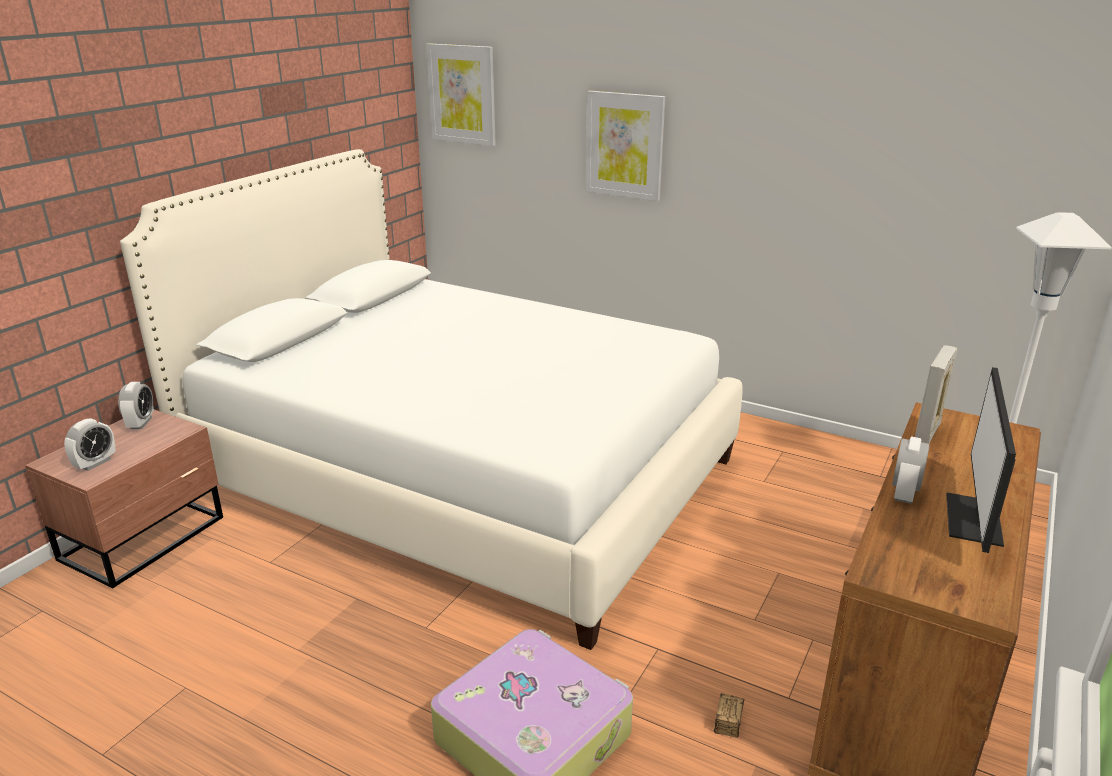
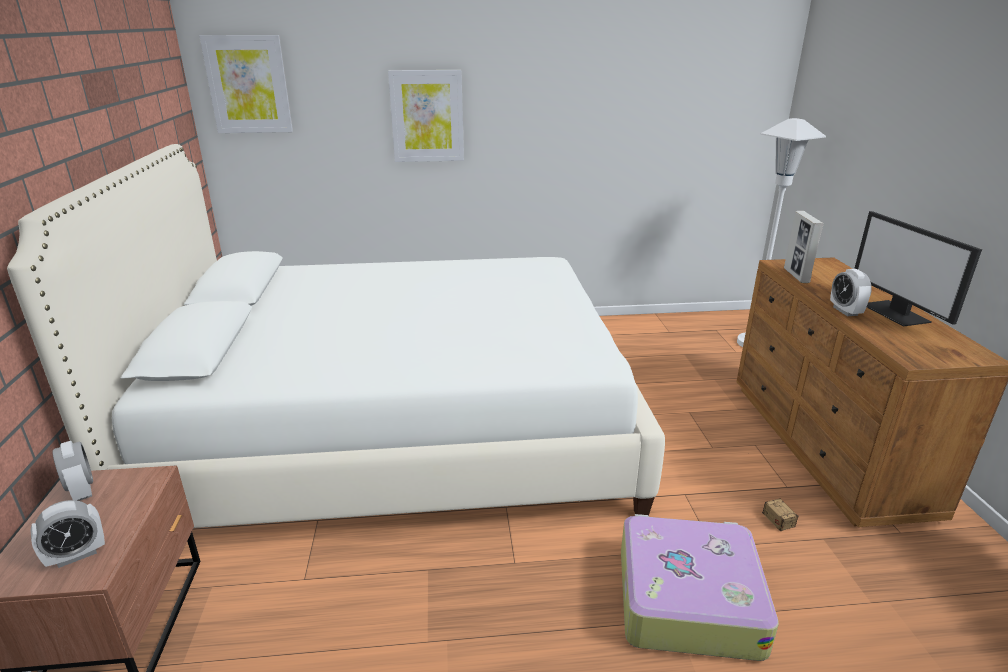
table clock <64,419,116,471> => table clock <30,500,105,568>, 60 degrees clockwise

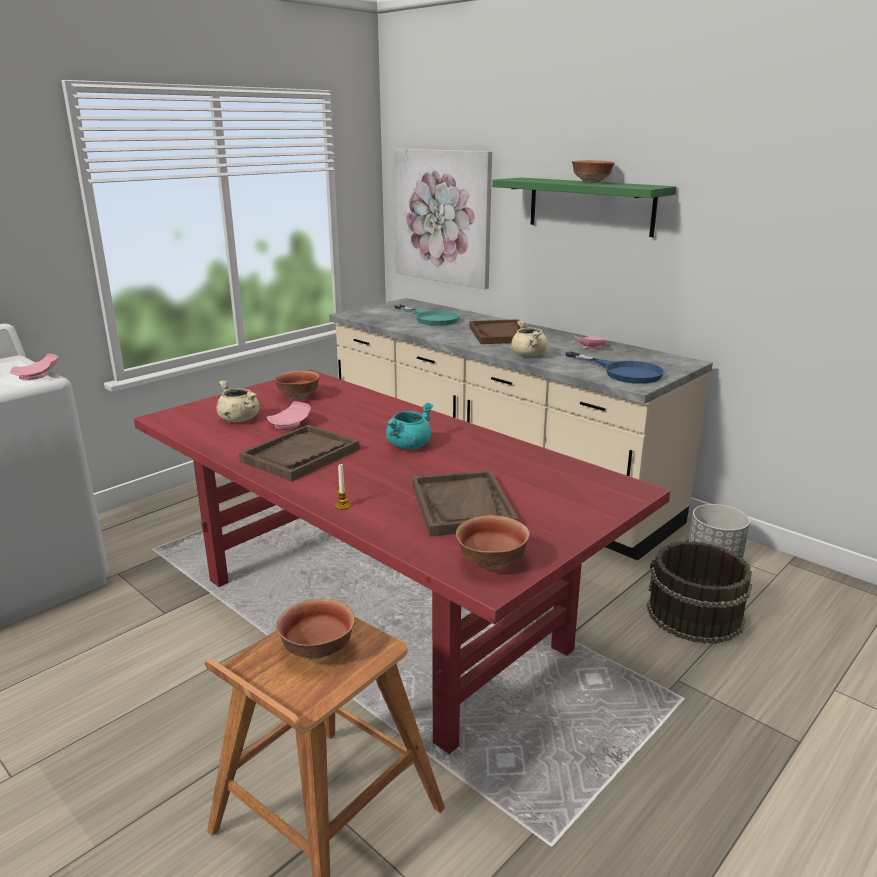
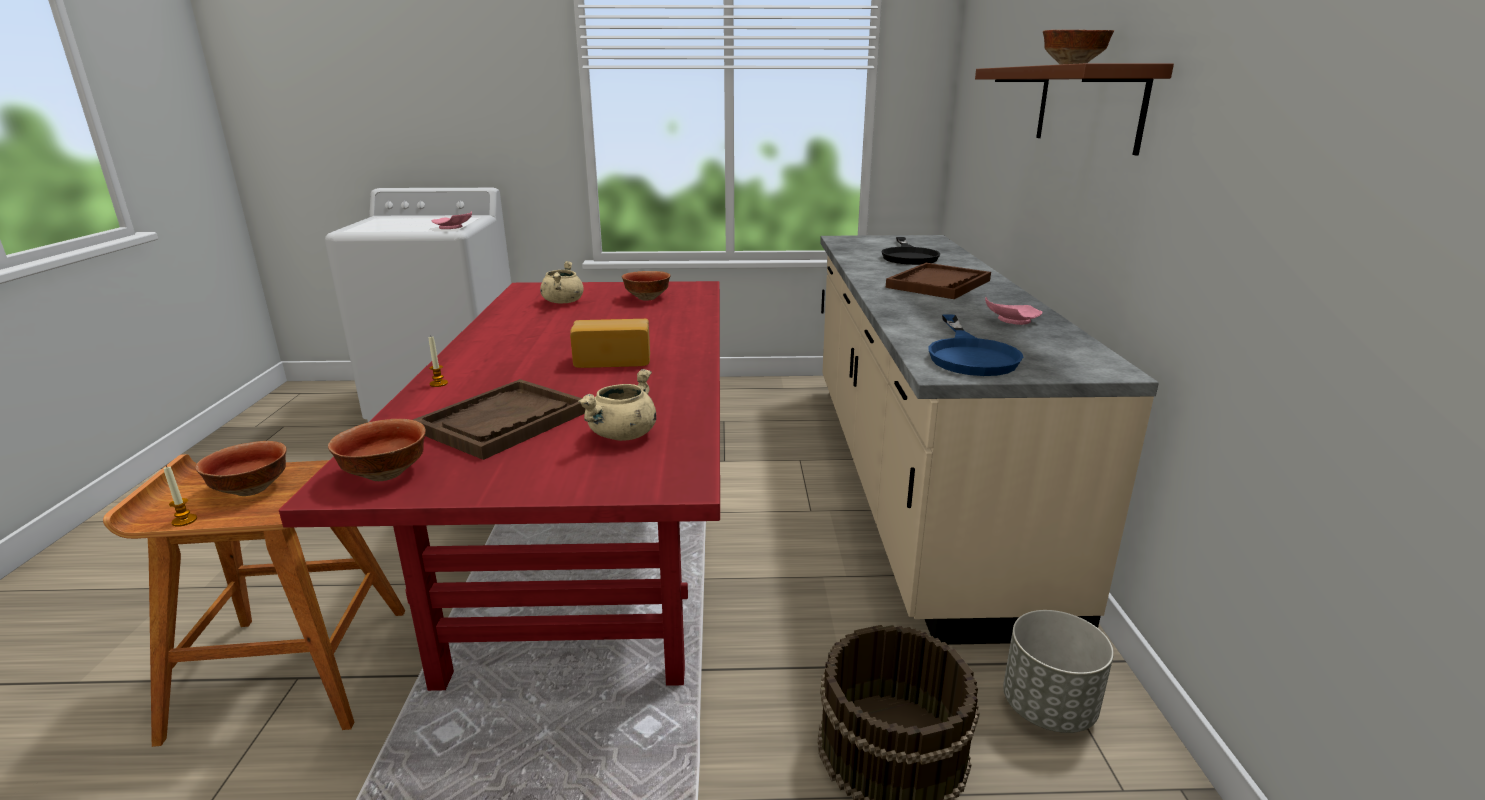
brownish tray <239,425,360,481> => nothing
pink-coloured flat dish <267,402,311,429> => nothing
blue-green stockpot <386,403,433,449> => bakery bread <570,319,650,368>
wall art <393,149,492,289> => nothing
blue-green skillet <394,305,460,326> => blackish skillet <882,237,940,265>
greenish shelf <492,177,677,237> => brownish shelf <975,63,1174,156>
beige stockpot <511,320,548,356> => beige stockpot <578,369,656,441>, move
nothing => candle <163,465,197,527>

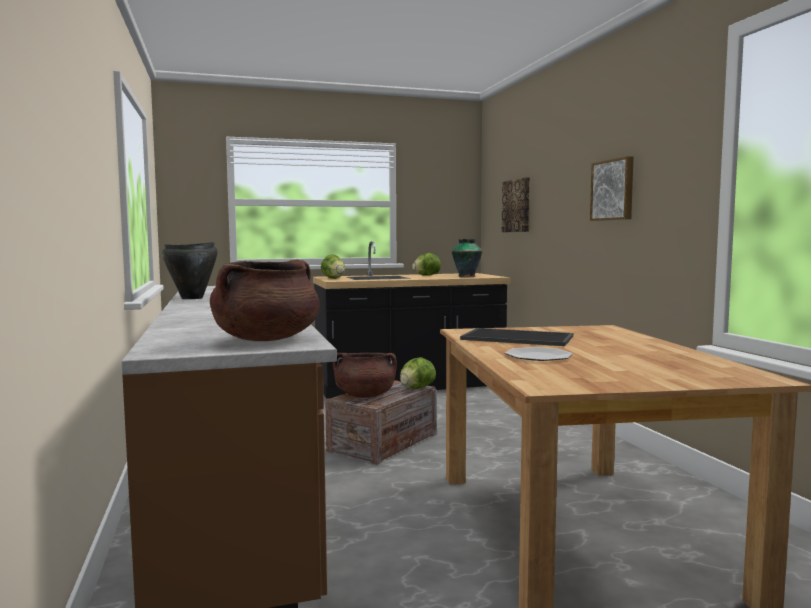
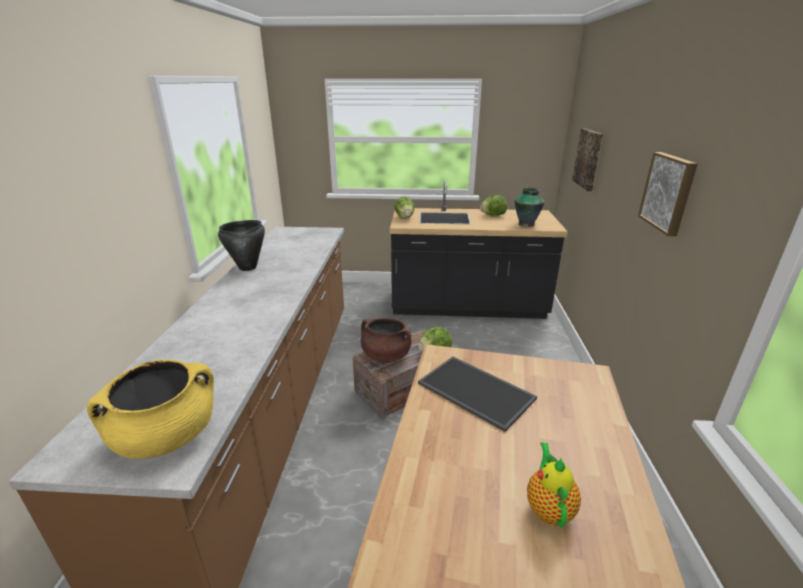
brownish stockpot <210,260,319,341> => yellow stockpot <87,360,214,459>
flat dish <505,347,573,361> => nothing
nothing => tea pot <527,443,581,528>

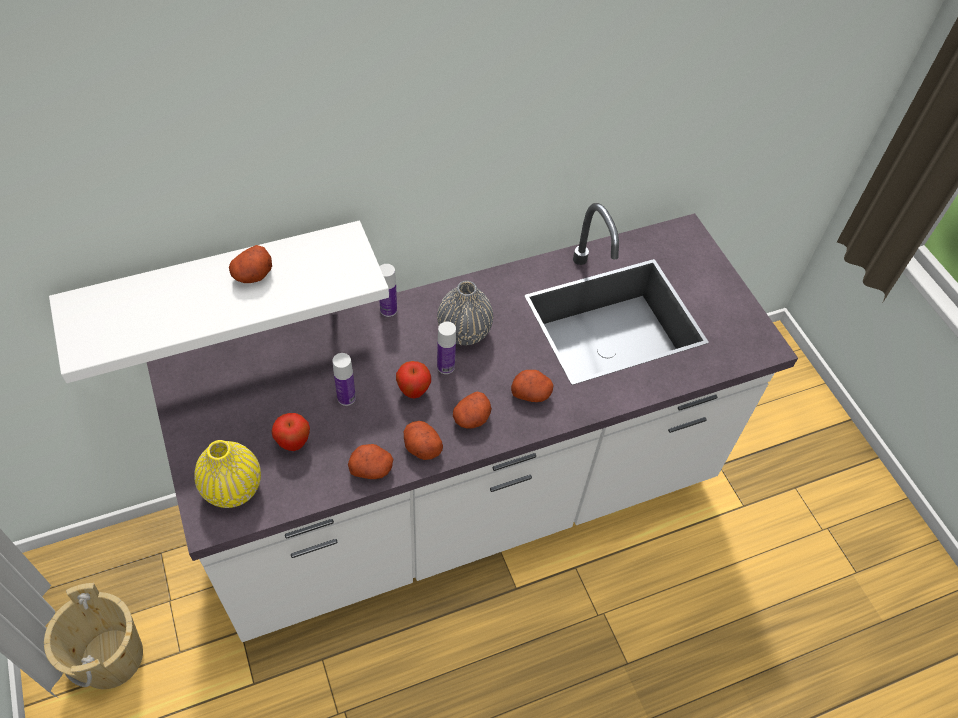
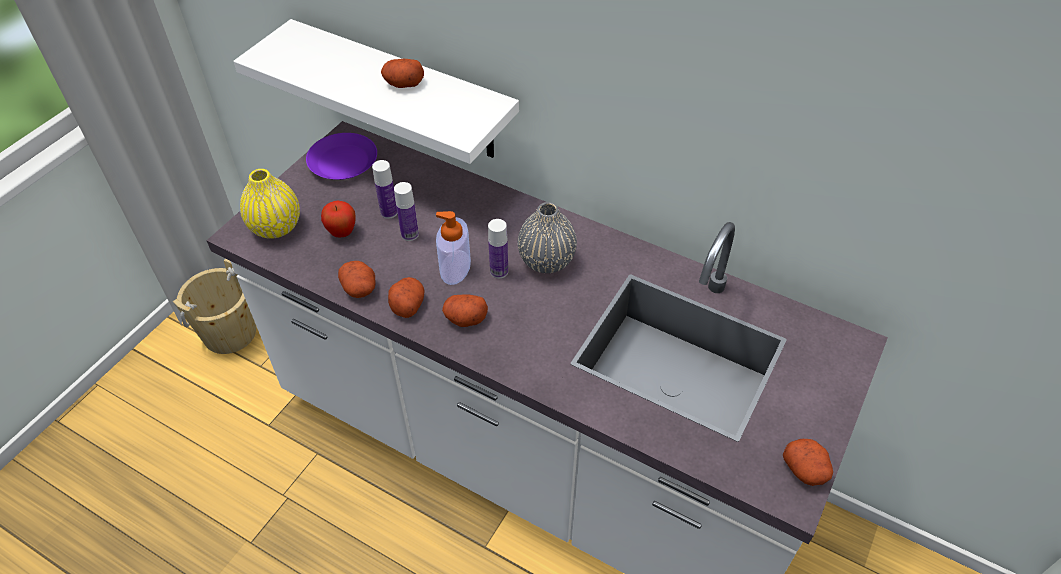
drink bottle <379,264,397,317> => drink bottle <372,160,397,219>, move
apple fruit <396,361,431,398> => soap dispenser <436,211,471,285>
whole potato <511,370,554,402> => whole potato <783,439,833,486>, move
nothing => purple flat dish <306,133,377,180>

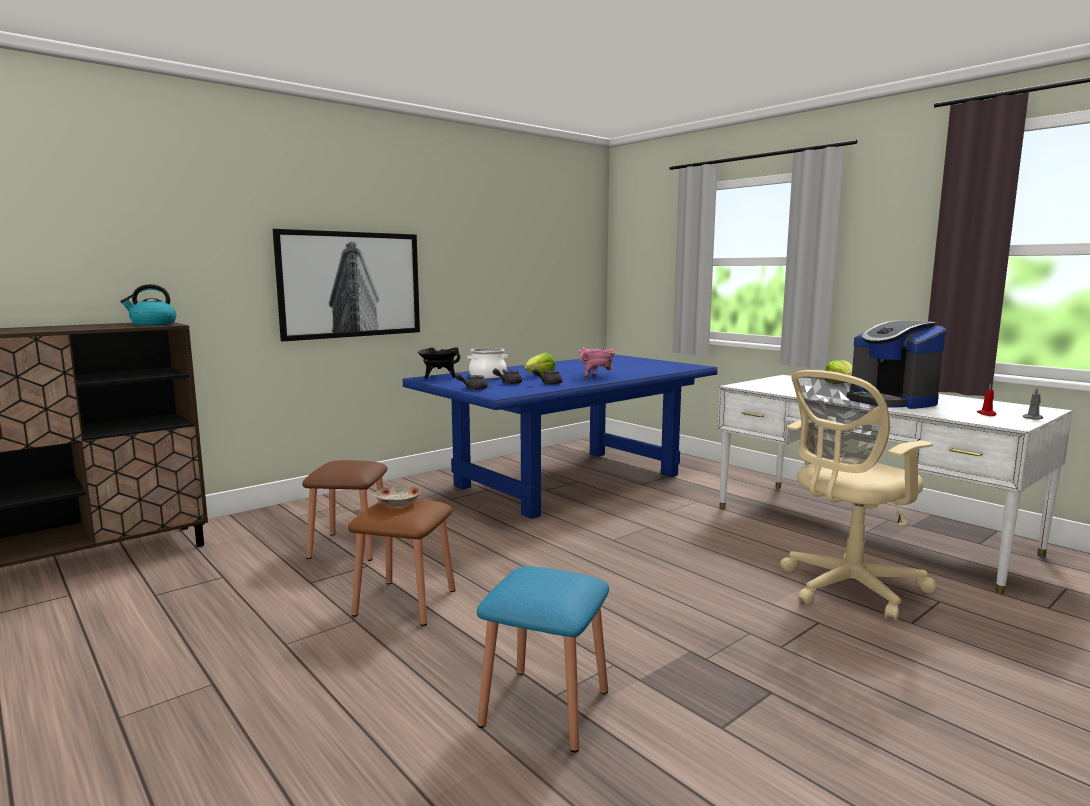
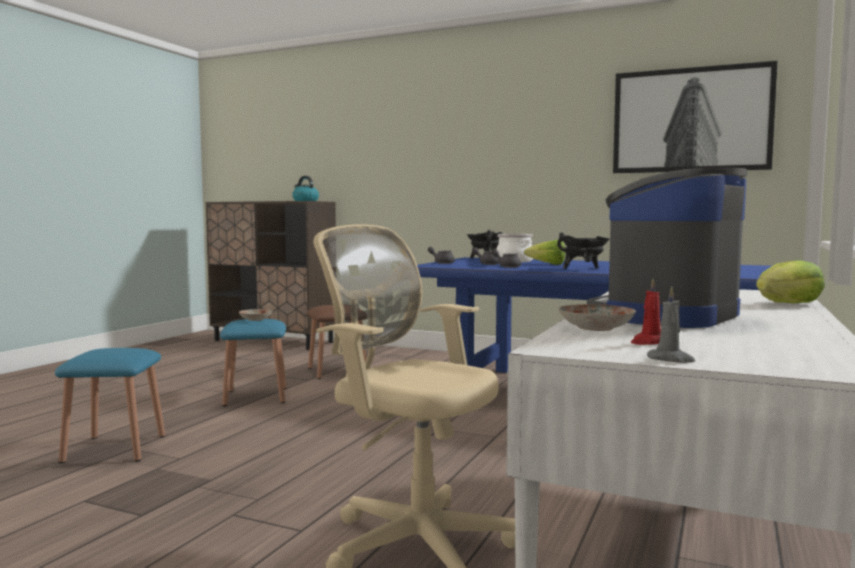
wall art <273,229,420,342> => wall art <613,61,778,173>, move
brownish sitting stool <348,499,455,626> => blue sitting stool <220,319,286,406>
pink-coloured stockpot <578,347,615,378> => blackish stockpot <557,232,609,269>
nothing => flat dish <558,304,636,331>

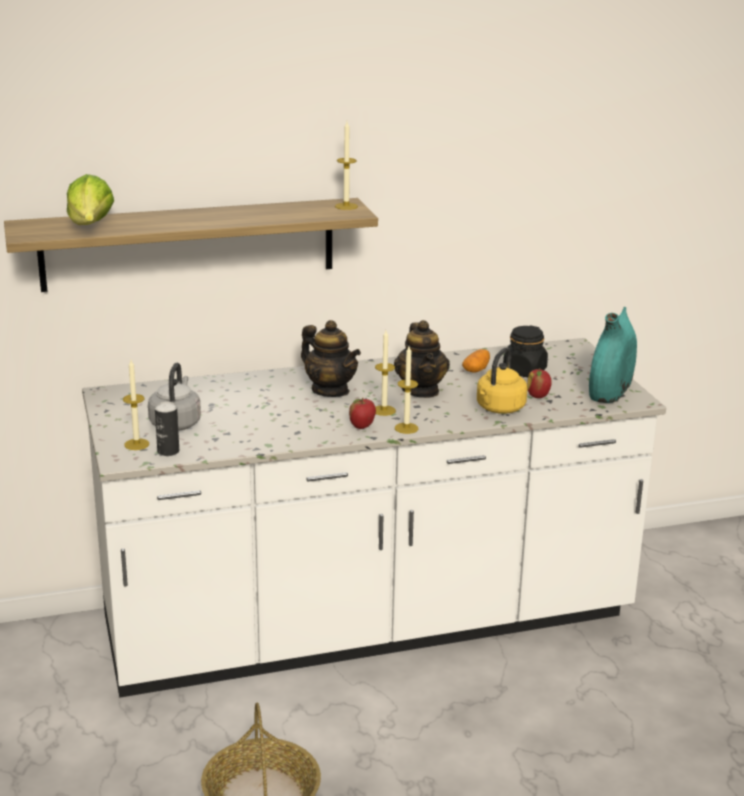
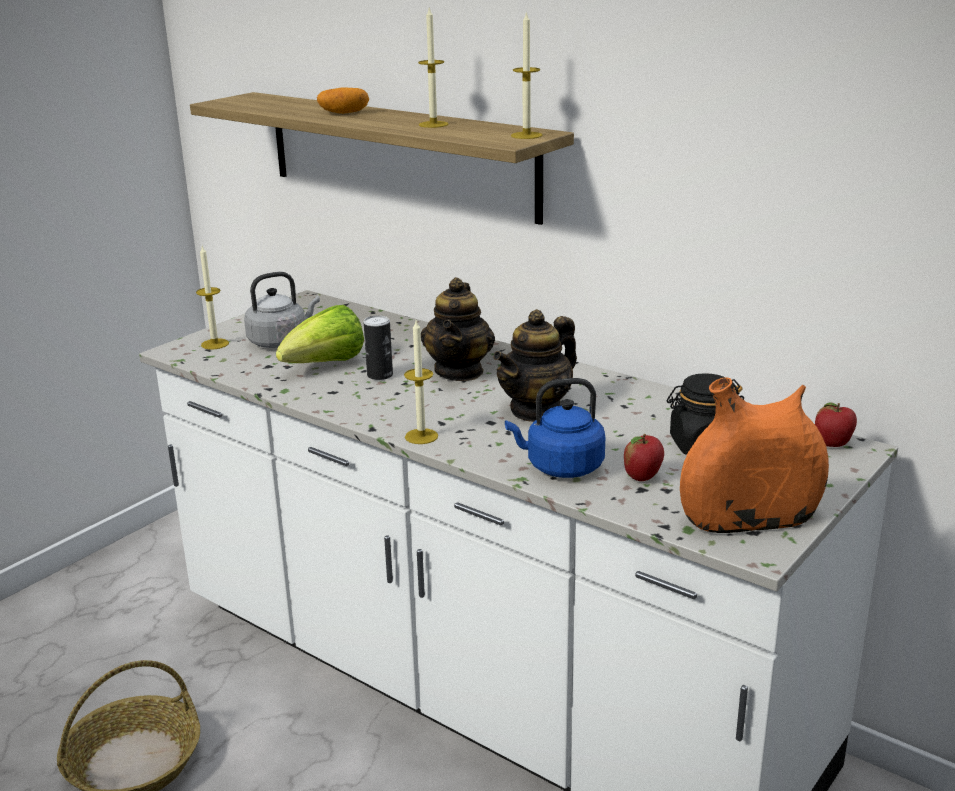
head of lettuce <67,174,114,225> => head of lettuce <276,305,364,363>, move
can <155,402,179,456> => can <364,315,393,380>, move
apple fruit <349,398,376,429> => apple fruit <815,403,857,447>, move
candle <375,330,396,416> => candle <418,6,449,128>, move
whole potato <462,349,490,373> => whole potato <317,87,369,114>, move
yellow tea kettle <477,347,527,414> => blue tea kettle <505,378,605,478>
blue-green flower vase <589,307,637,403> => orange flower vase <680,377,829,533>

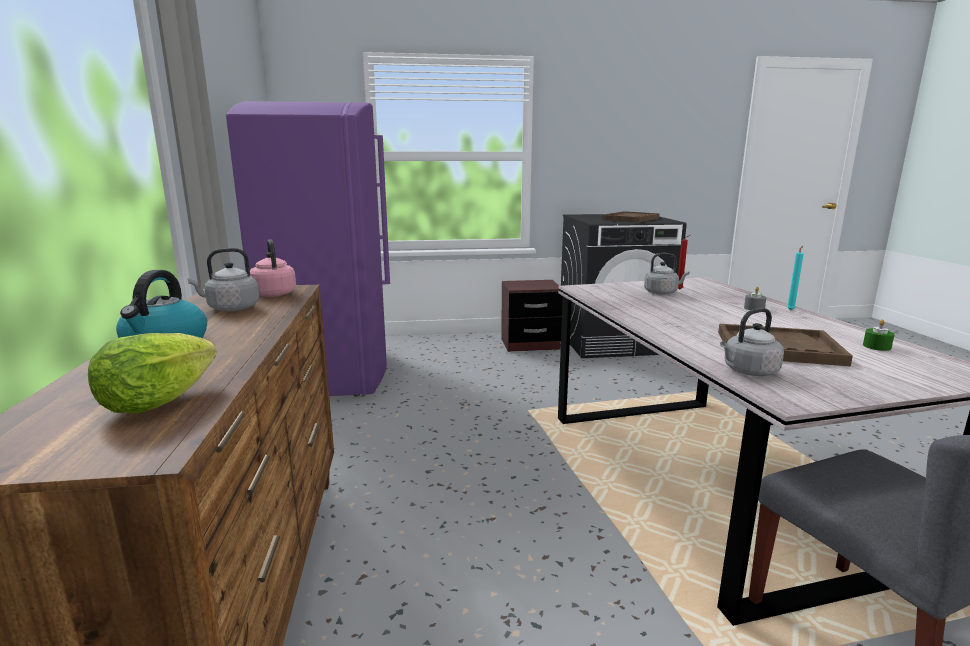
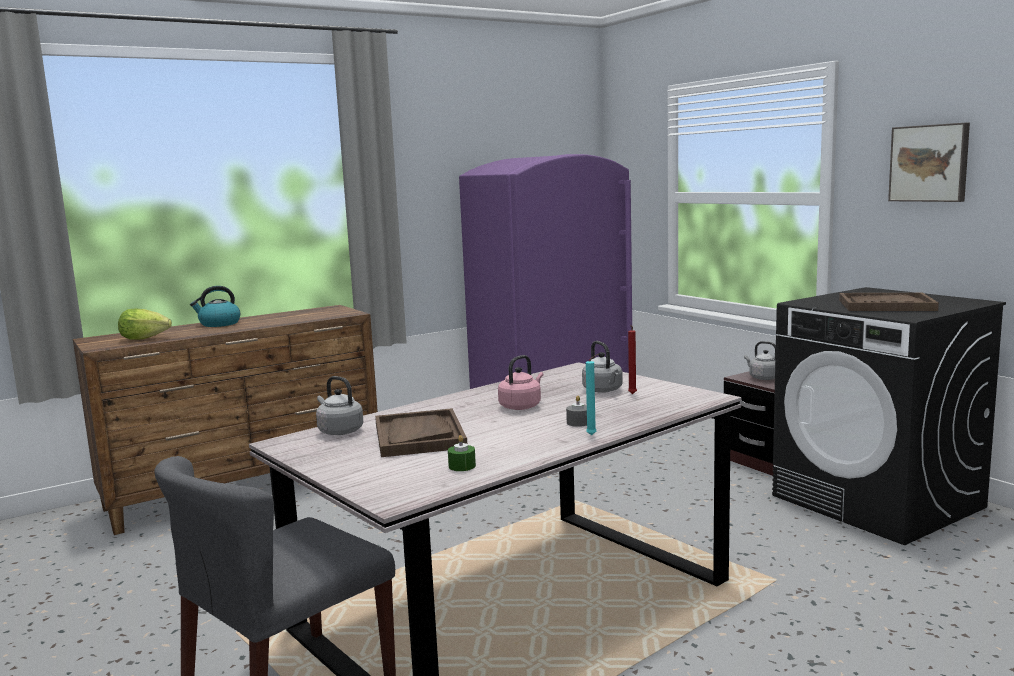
gray tea kettle <188,248,259,311> => gray tea kettle <744,341,776,380>, move
pink-coloured tea kettle <250,239,296,297> => pink-coloured tea kettle <498,355,543,410>, move
nothing => wall art <888,123,970,202>

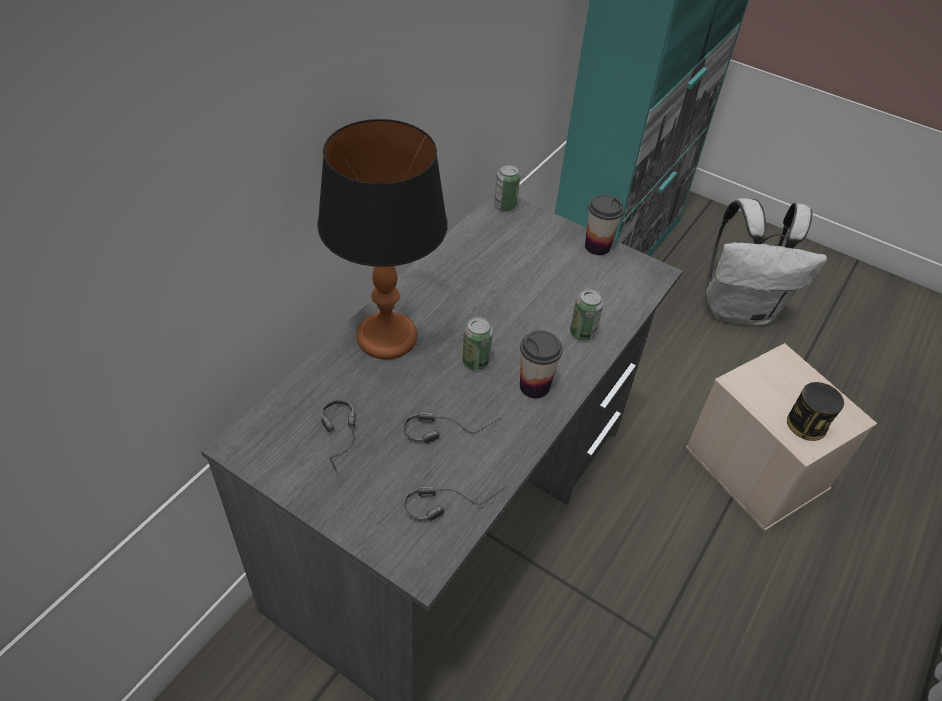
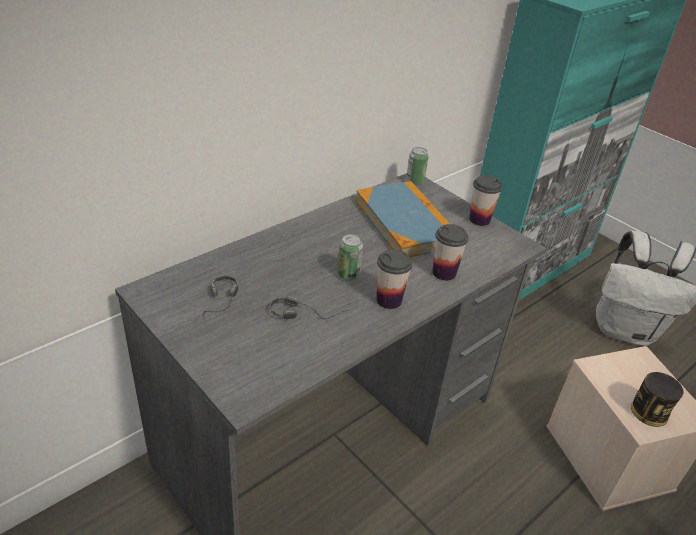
table lamp <317,119,448,359> => nothing
pair of headphones <404,485,509,521> => nothing
can <570,289,604,341> => small cup <432,224,469,281>
nothing => book <355,181,450,257>

